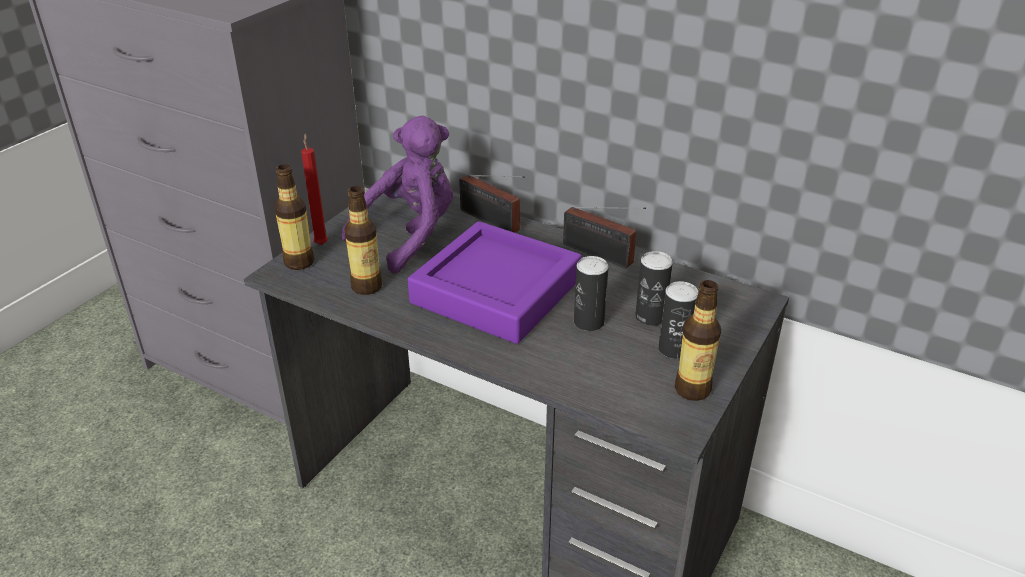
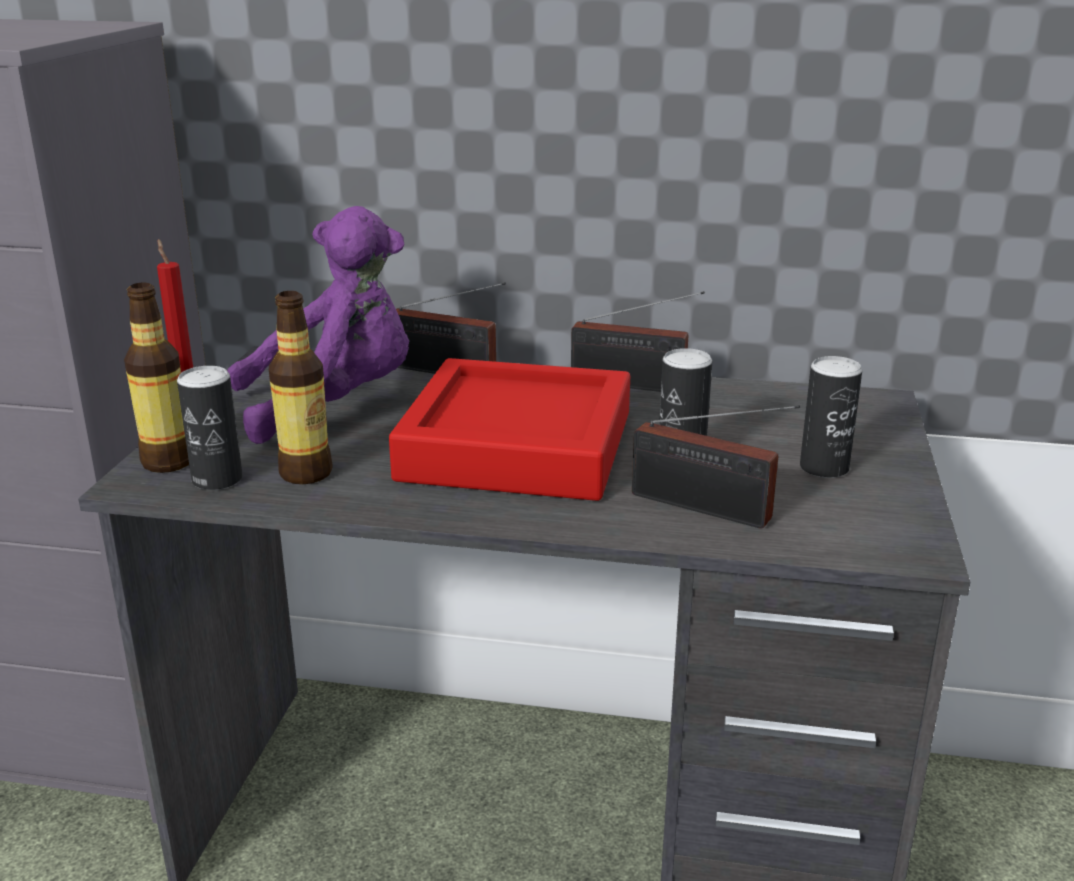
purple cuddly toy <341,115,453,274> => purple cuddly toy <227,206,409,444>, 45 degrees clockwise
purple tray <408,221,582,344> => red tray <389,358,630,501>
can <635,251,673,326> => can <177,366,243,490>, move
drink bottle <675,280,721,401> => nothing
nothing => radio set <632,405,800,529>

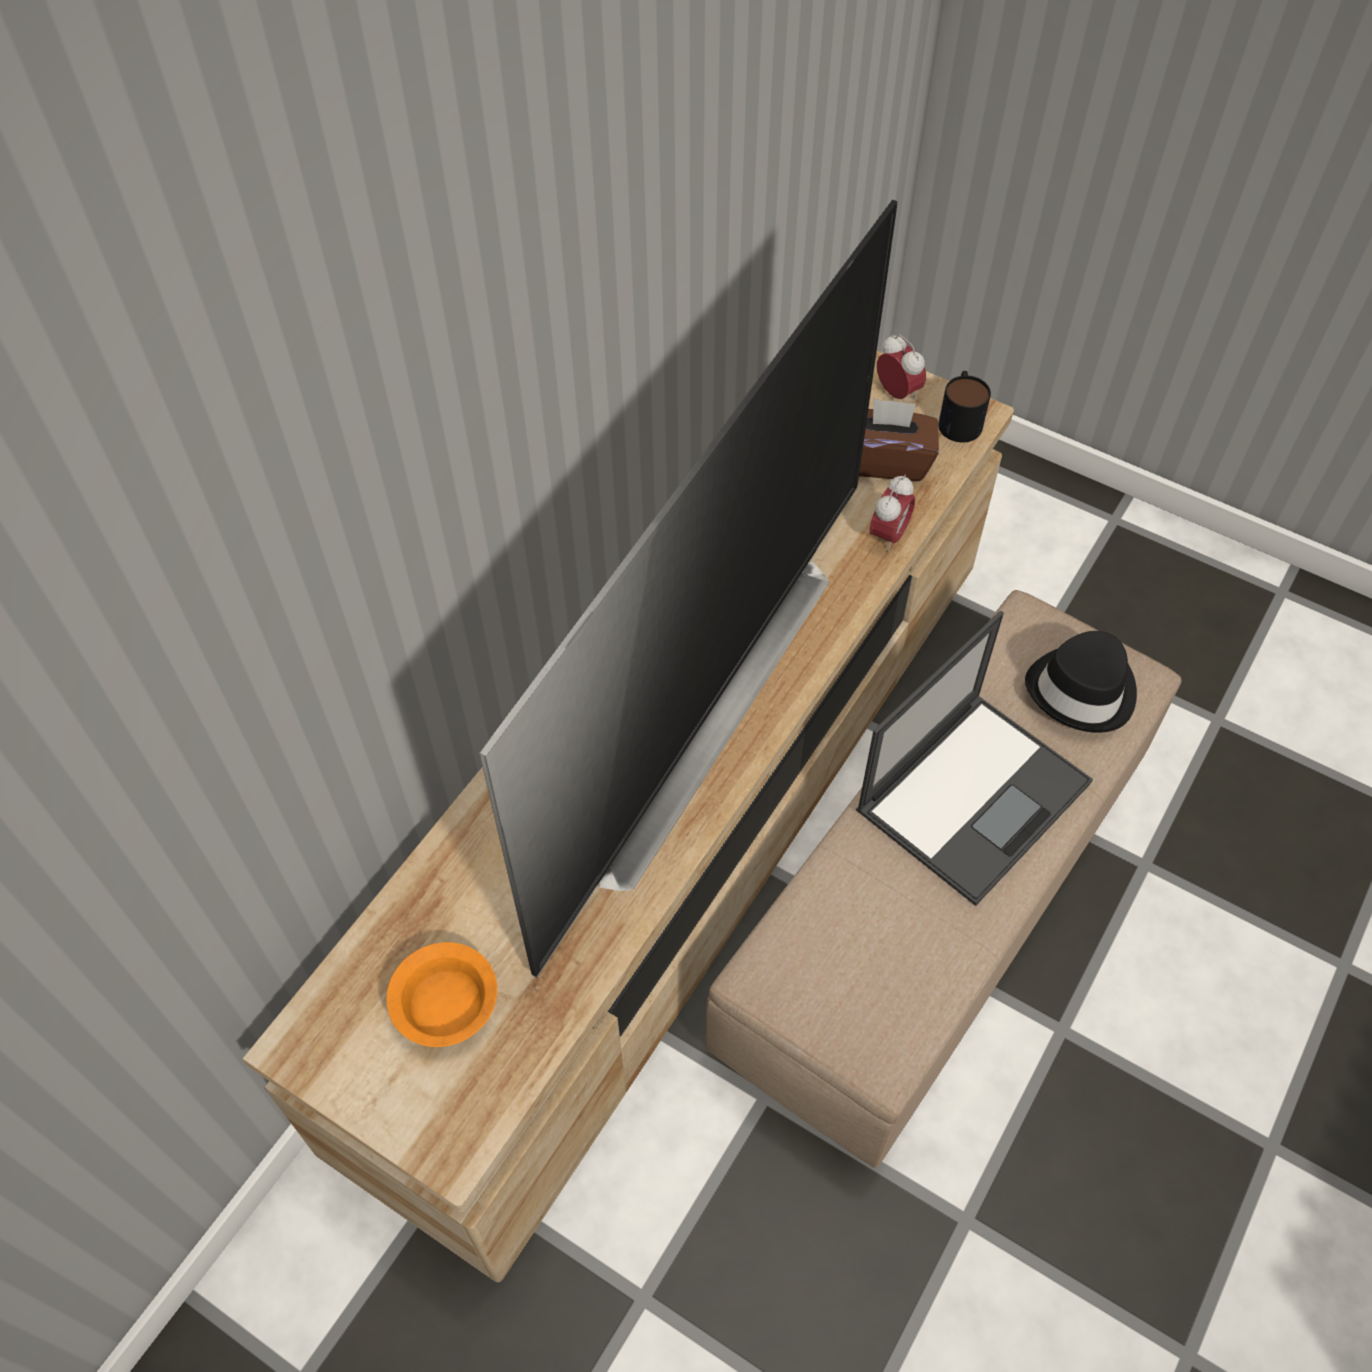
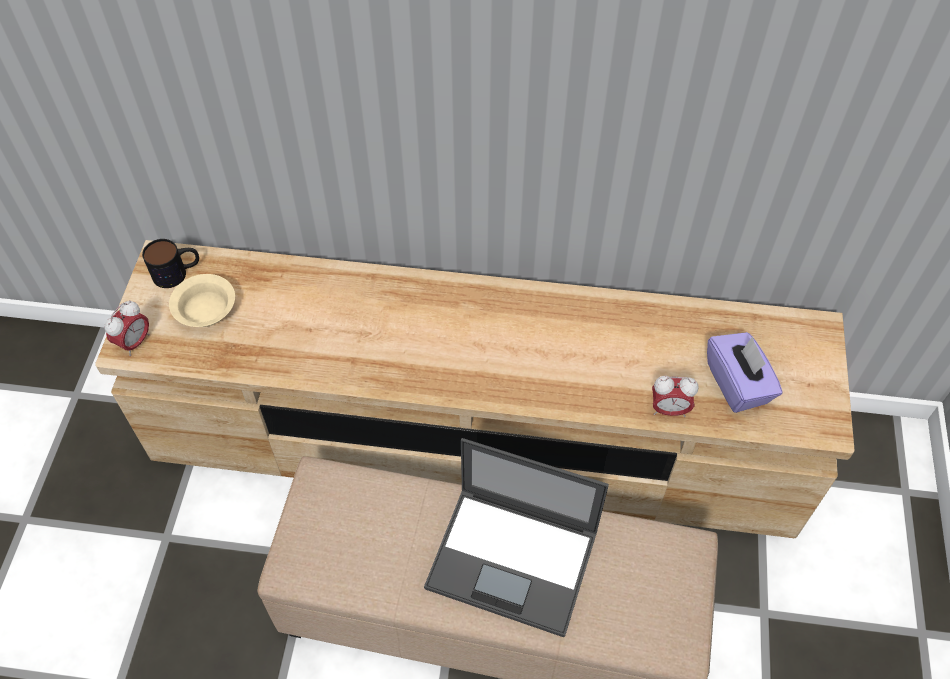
orange deep dish <387,942,497,1047> => beige deep dish <169,274,235,327>
television <479,200,898,978> => nothing
brownish tissue holder <859,398,939,481> => purple tissue holder <707,332,783,413>
table clock <877,334,926,401> => table clock <104,300,150,356>, move
tea mug <938,371,991,443> => tea mug <142,239,199,288>, move
blackish hat <1025,631,1137,733> => nothing

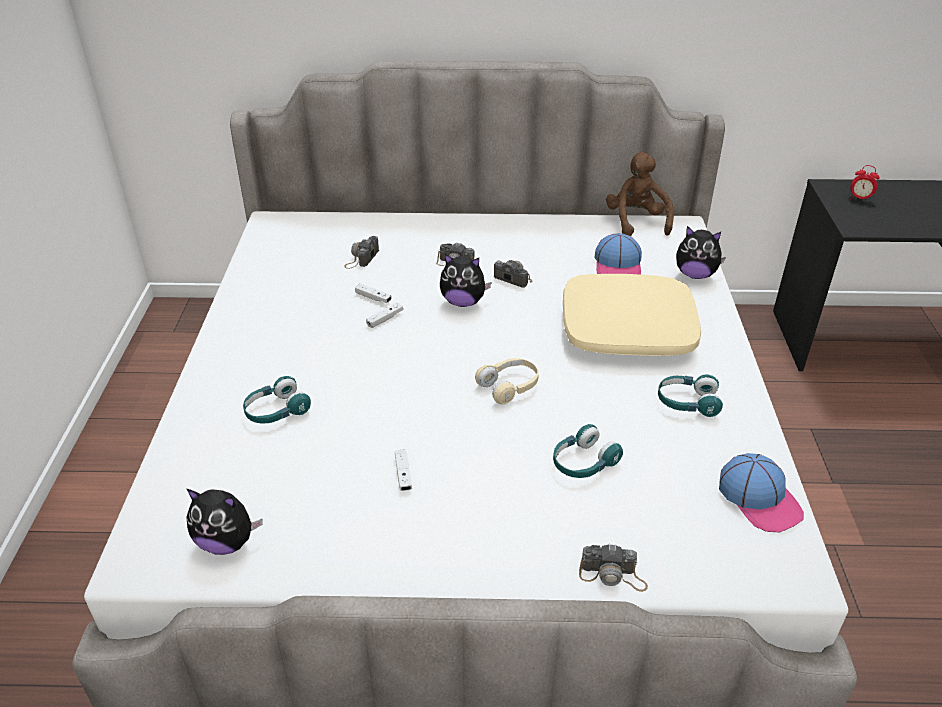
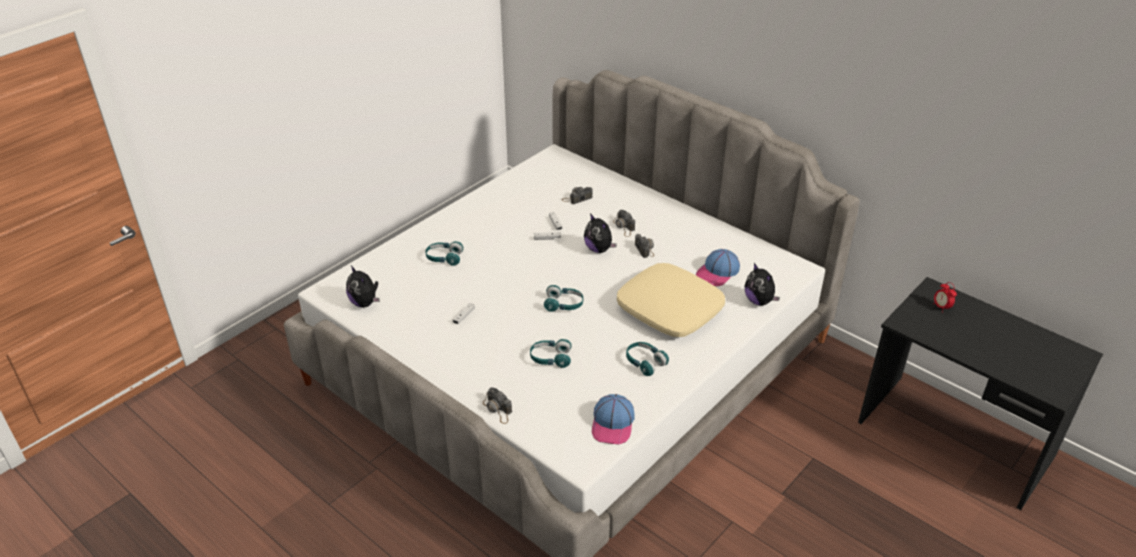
beige pair of headphones <475,358,539,404> => blue-green pair of headphones <544,285,583,312>
brownish cuddly toy <606,152,674,236> => nothing

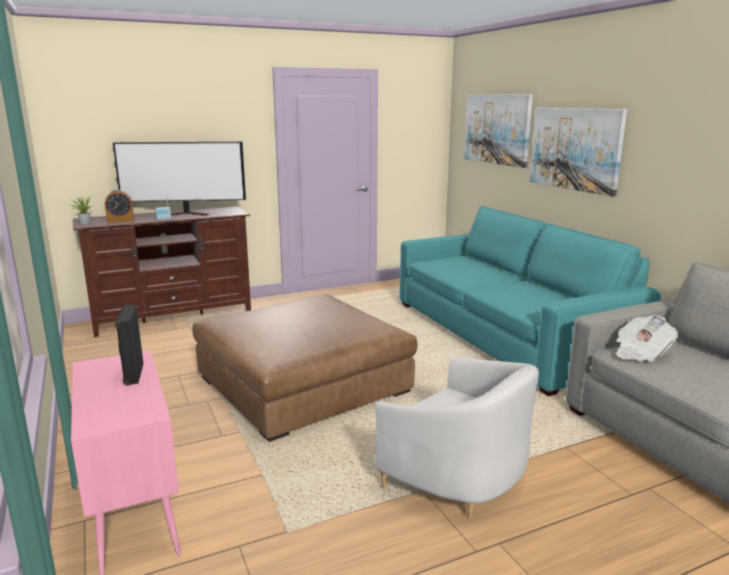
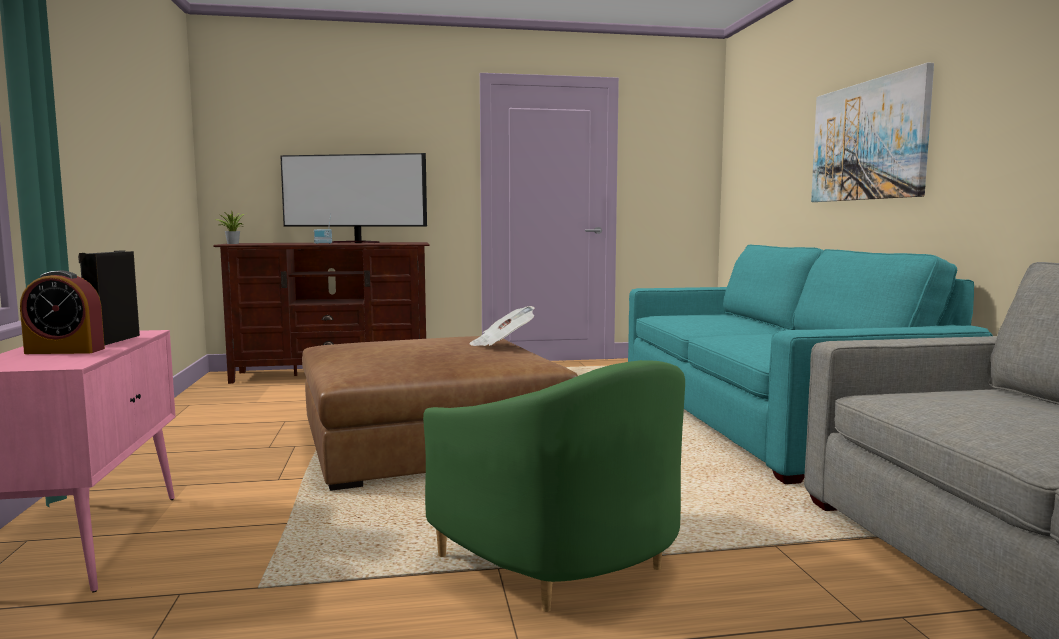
table clock <105,190,134,223> => table clock <20,270,105,354>, move
whitish lounge chair <375,357,539,519> => greenish lounge chair <423,360,685,612>
wall art <464,94,533,168> => nothing
daily paper <616,316,678,362> => daily paper <470,306,535,346>, move

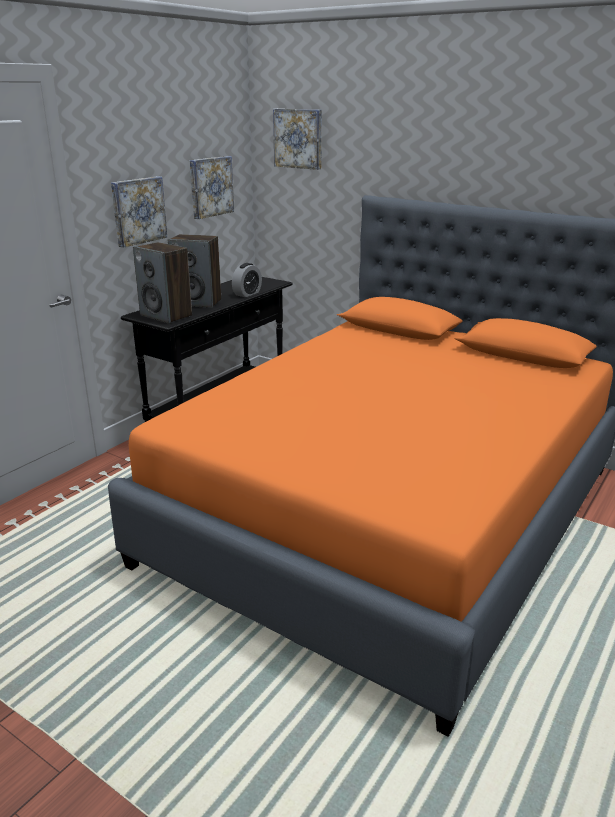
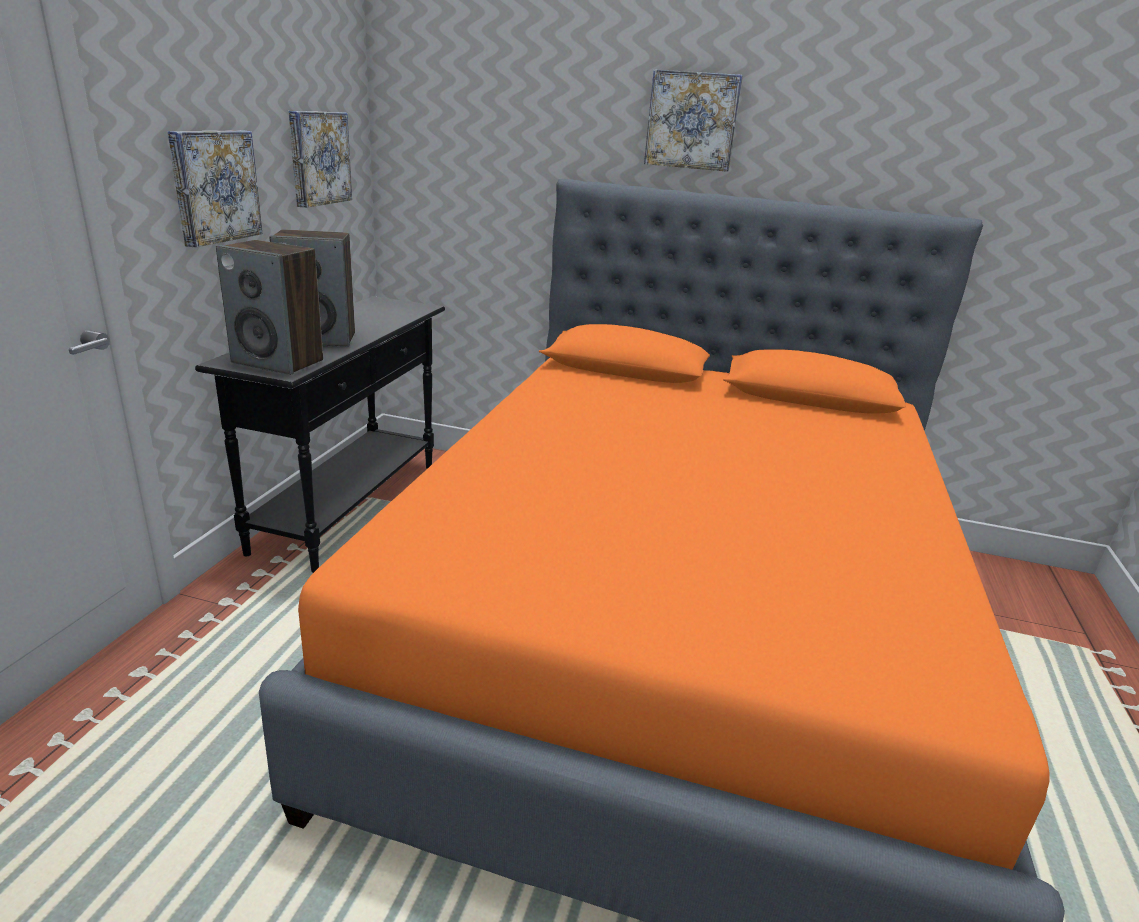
table clock <232,263,262,297> => nothing
wall art <273,109,322,170> => wall art <644,69,743,172>, move

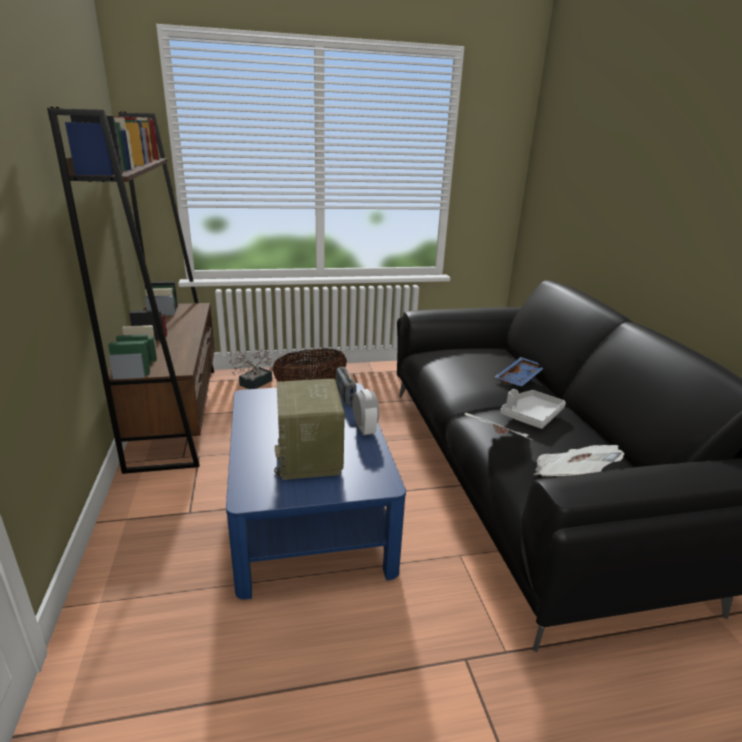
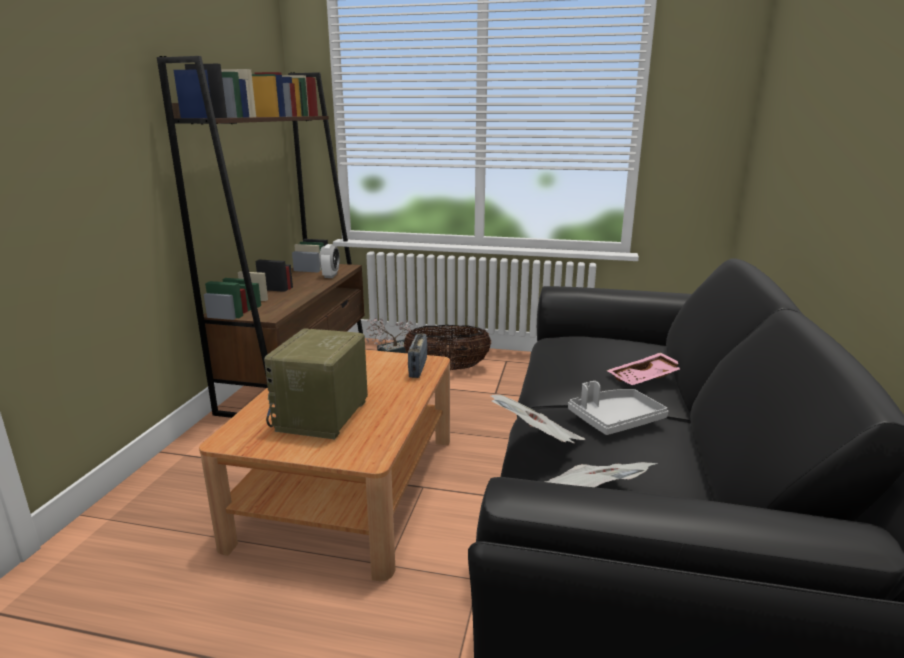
blue low table <226,383,406,599> => brownish low table <199,350,450,581>
table clock <353,389,379,436> => table clock <319,244,340,278>, move
blue tray <495,357,543,386> => pink-coloured tray <606,353,680,385>

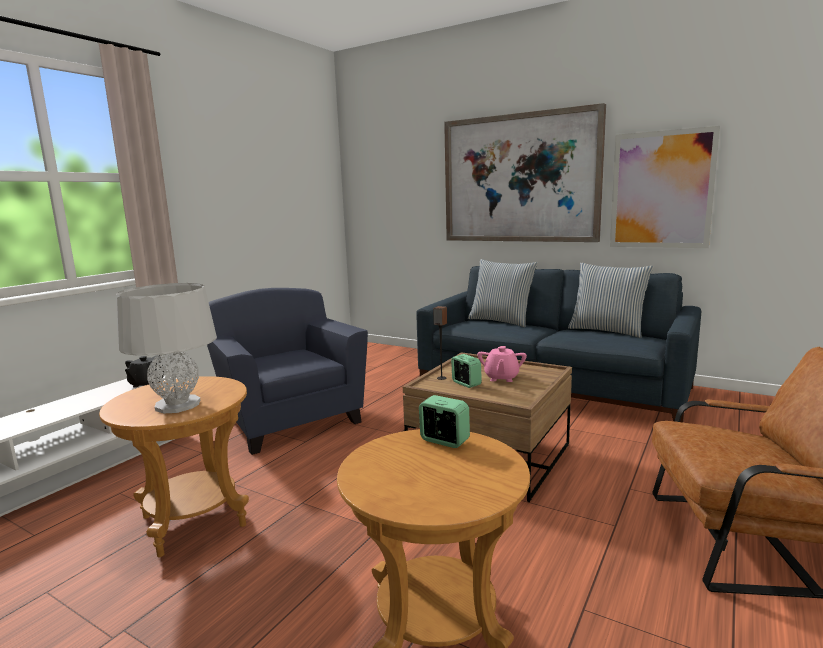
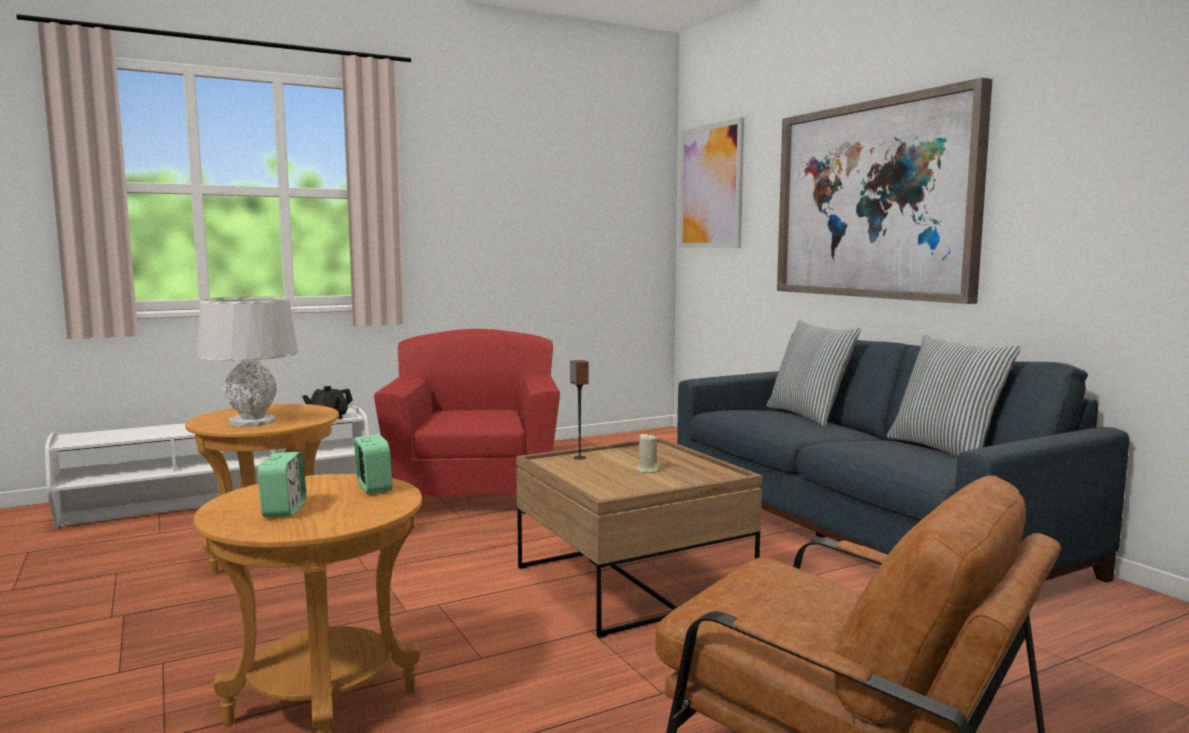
blue lounge chair <207,288,368,455> => red lounge chair <374,329,560,496>
table clock <451,354,482,388> => table clock <257,452,306,518>, move
pink-coloured tea pot <477,346,527,382> => beige candle <636,433,660,473>
wall art <610,126,720,248> => wall art <680,117,744,248>, move

